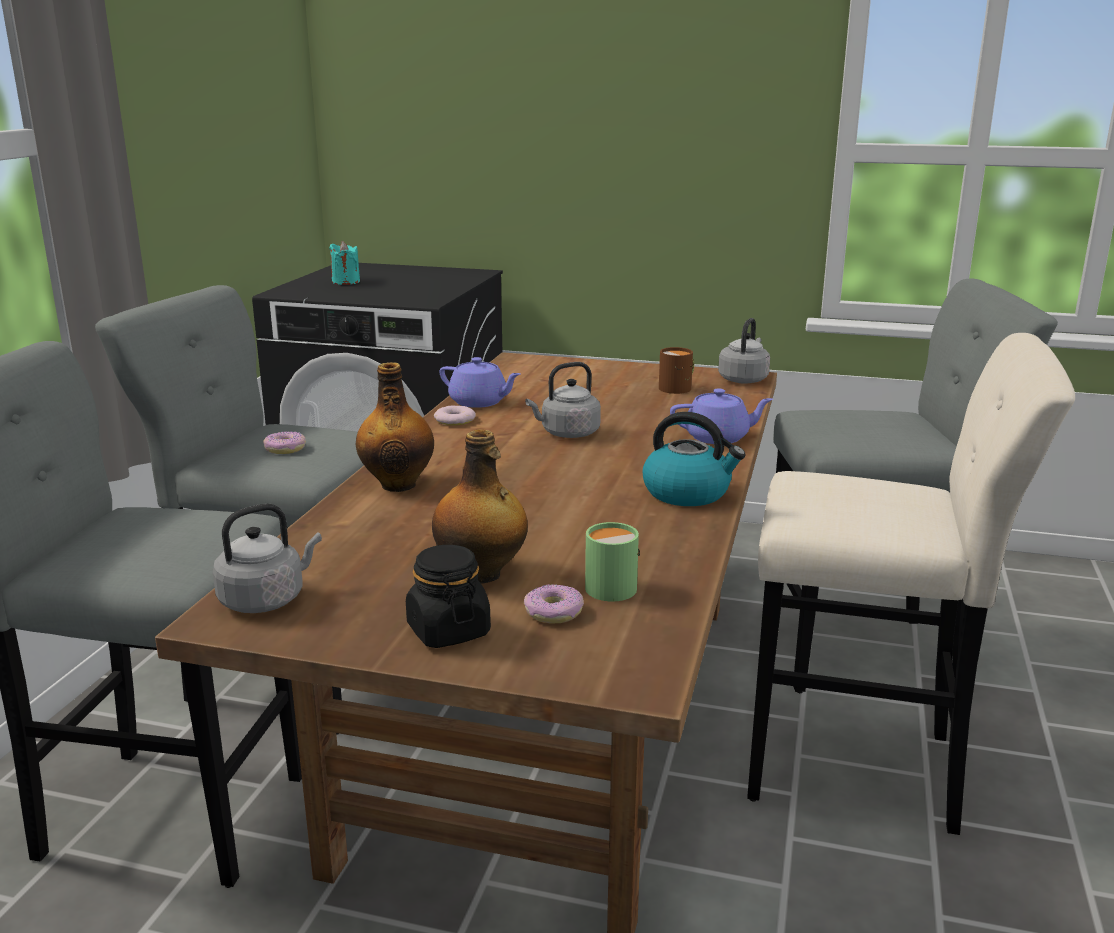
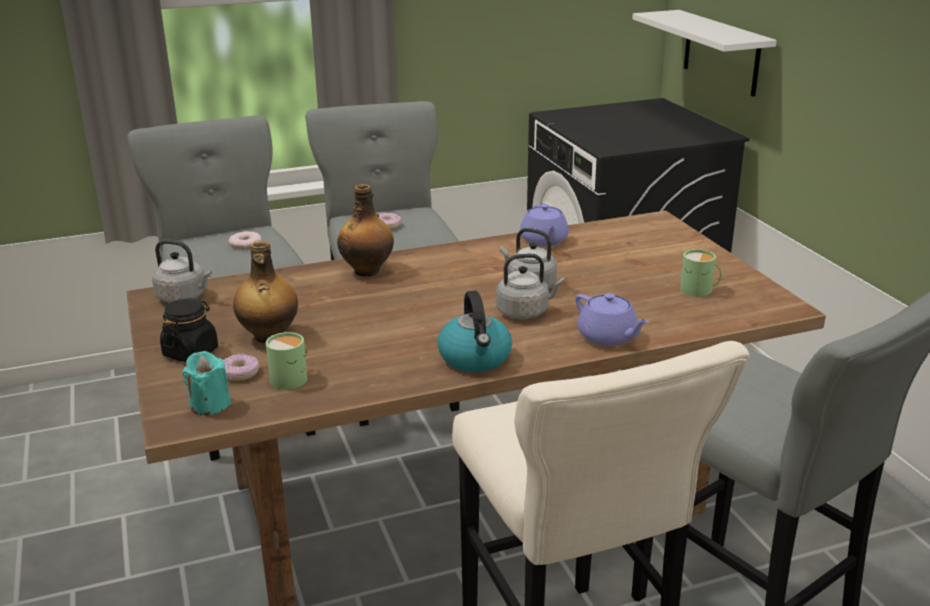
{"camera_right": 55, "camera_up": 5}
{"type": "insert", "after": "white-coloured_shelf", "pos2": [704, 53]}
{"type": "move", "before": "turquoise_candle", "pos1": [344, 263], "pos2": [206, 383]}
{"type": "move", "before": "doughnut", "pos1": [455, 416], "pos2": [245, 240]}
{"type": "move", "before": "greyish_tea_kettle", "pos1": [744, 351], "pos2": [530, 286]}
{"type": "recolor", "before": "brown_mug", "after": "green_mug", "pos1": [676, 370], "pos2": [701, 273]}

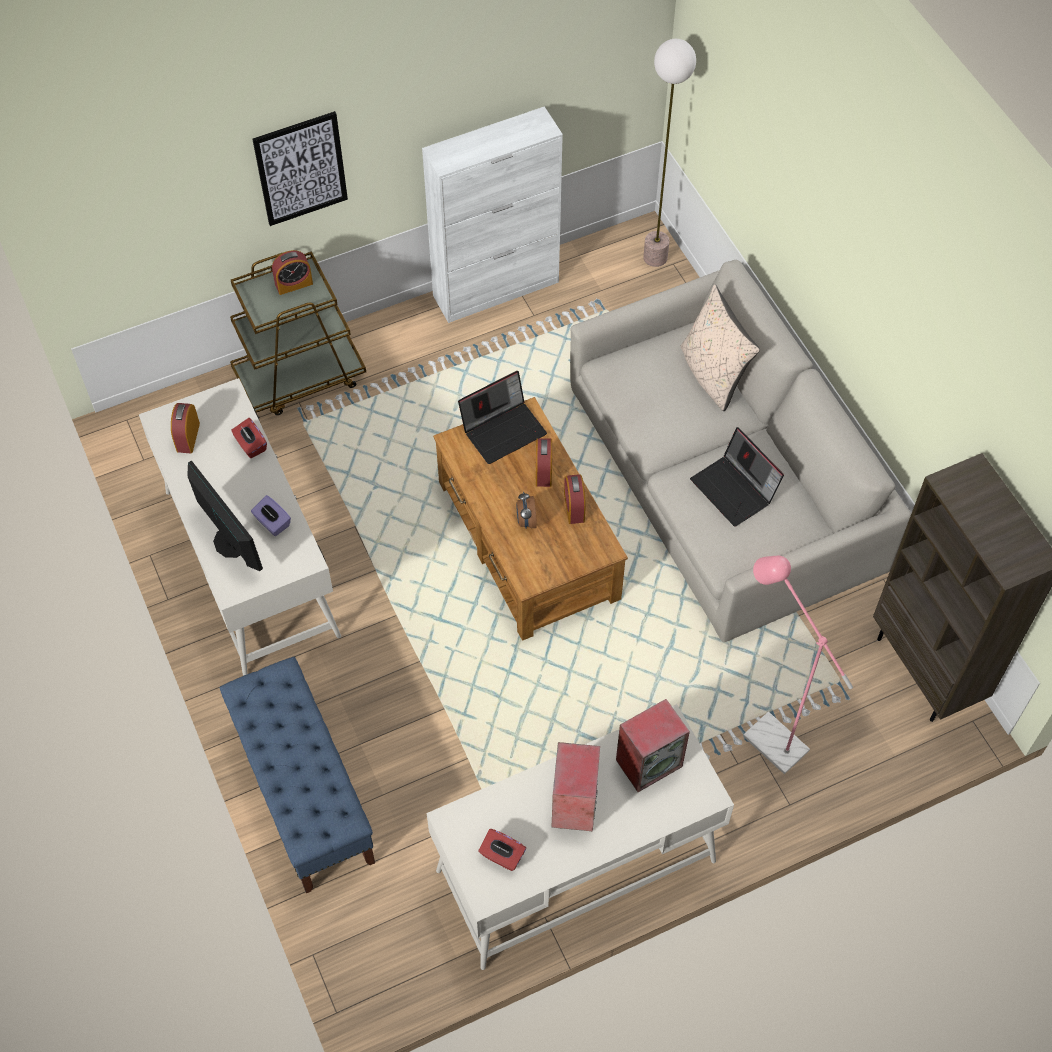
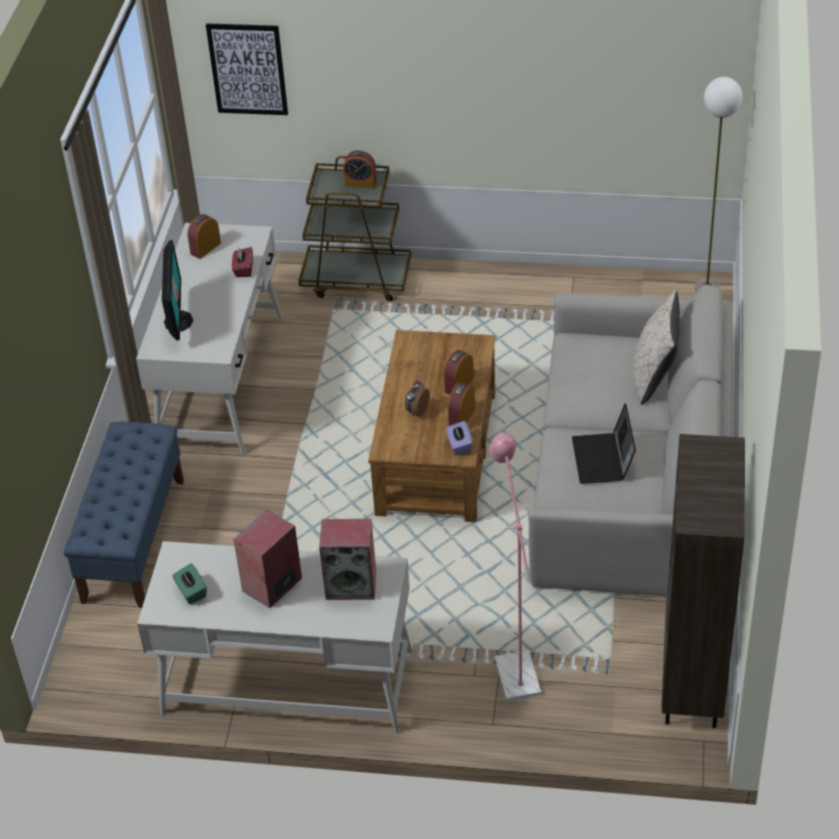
{"camera_right": 35, "camera_up": -15}
{"type": "delete", "before": "white-coloured_storage_cabinet", "pos1": [492, 214]}
{"type": "delete", "before": "laptop", "pos1": [502, 417]}
{"type": "move", "before": "purple-coloured_tissue_holder", "pos1": [271, 515], "pos2": [459, 438]}
{"type": "move", "before": "wall_art", "pos1": [300, 168], "pos2": [247, 69]}
{"type": "recolor", "before": "red_tissue_holder", "after": "green_tissue_holder", "pos1": [502, 850], "pos2": [189, 583]}

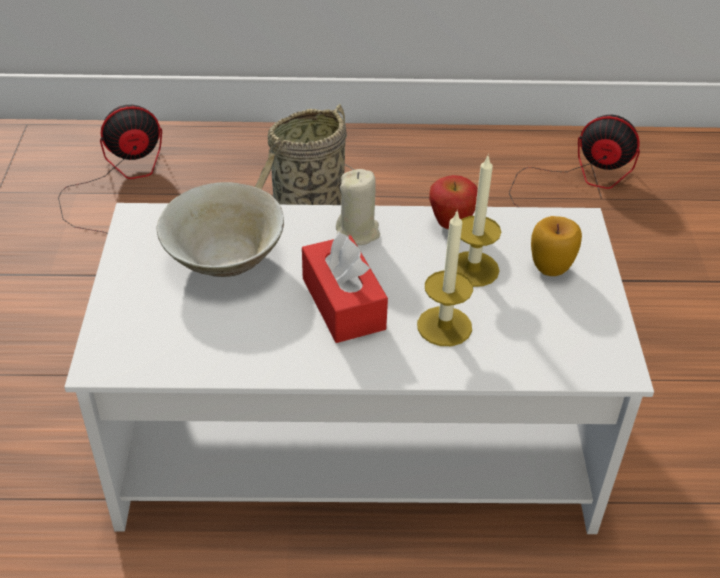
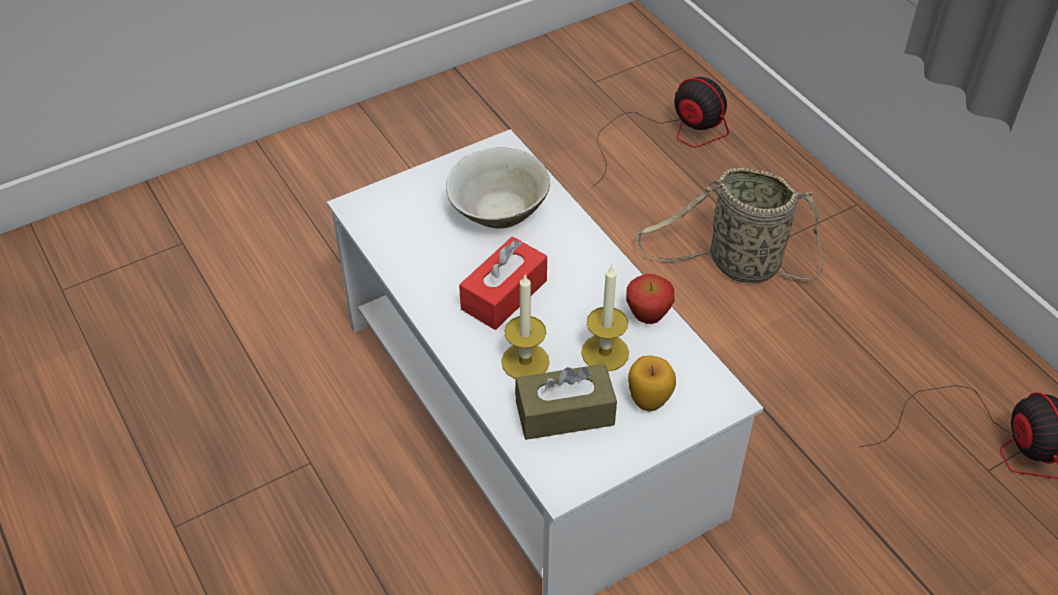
{"camera_right": 60, "camera_up": 5}
{"type": "delete", "before": "beige-coloured_candle", "pos1": [358, 207]}
{"type": "insert", "after": "brown_tissue_holder", "pos2": [566, 402]}

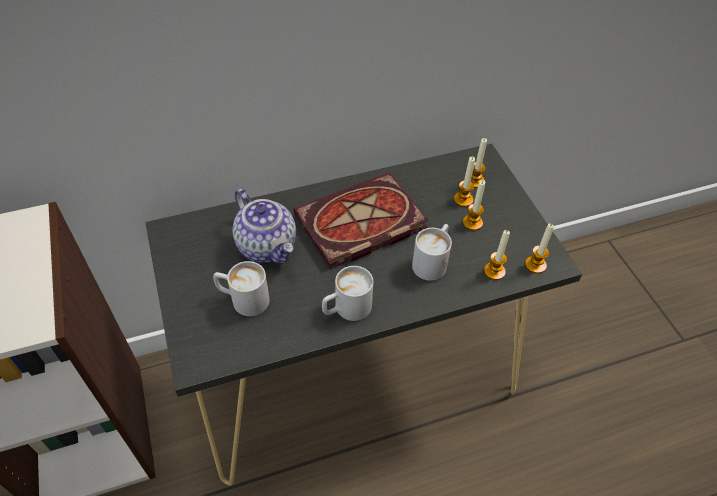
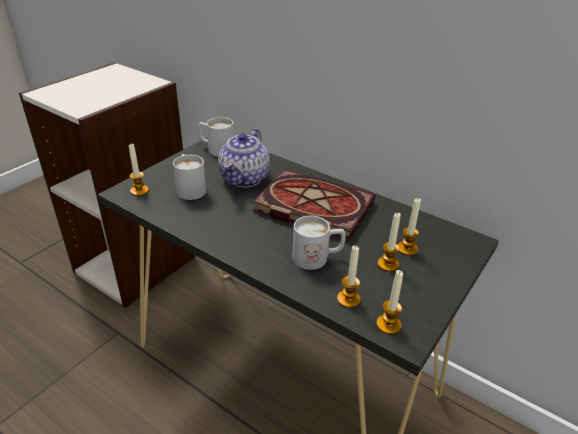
{"camera_right": 55, "camera_up": -15}
{"type": "move", "before": "white-coloured_mug", "pos1": [347, 293], "pos2": [216, 137]}
{"type": "move", "before": "candle", "pos1": [479, 163], "pos2": [139, 170]}

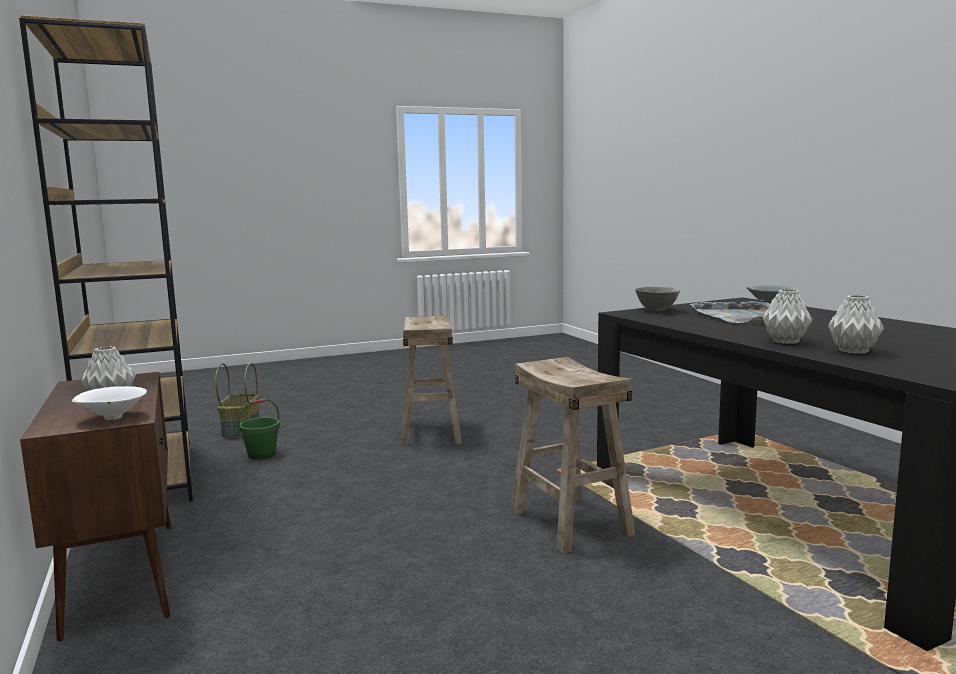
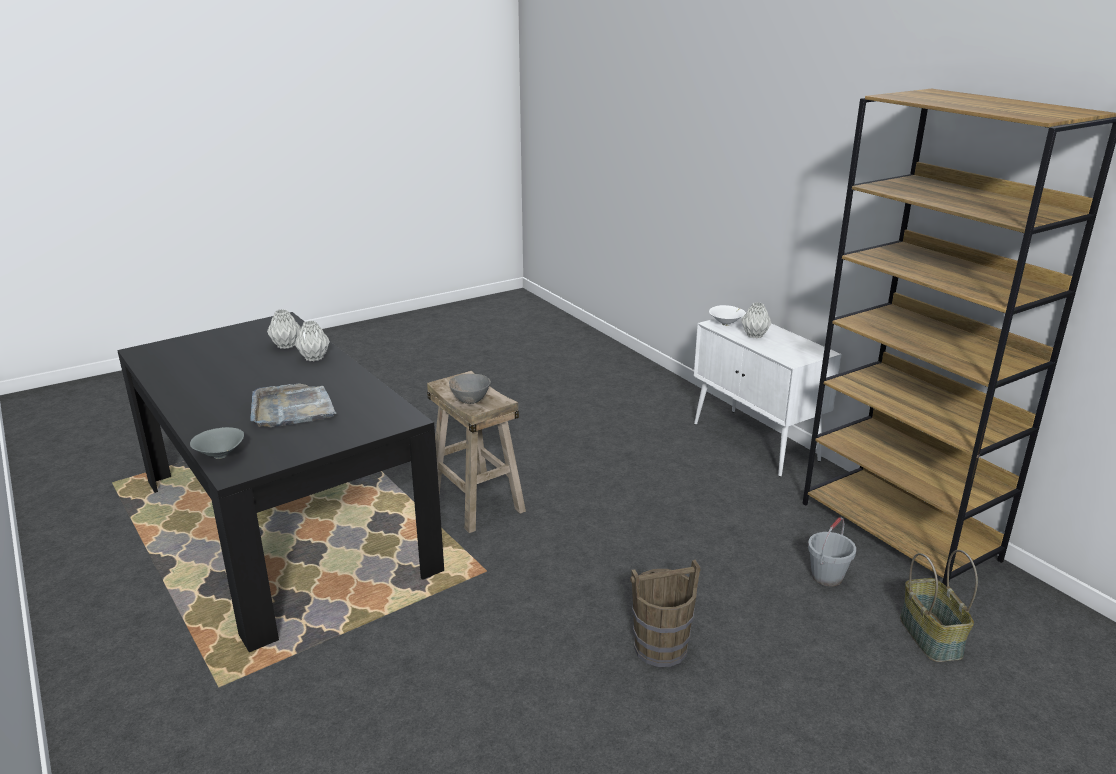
{"camera_right": 170, "camera_up": 15}
{"type": "move", "before": "greyish_deep_dish", "pos1": [657, 299], "pos2": [470, 389]}
{"type": "replace", "before": "beige-coloured_sitting_stool", "after": "brown_water_bucket", "pos1": [431, 381], "pos2": [665, 613]}
{"type": "recolor", "before": "brown_storage_cabinet", "after": "white-coloured_storage_cabinet", "pos1": [95, 506], "pos2": [767, 394]}
{"type": "recolor", "before": "green_water_bucket", "after": "greyish_water_bucket", "pos1": [259, 429], "pos2": [832, 552]}

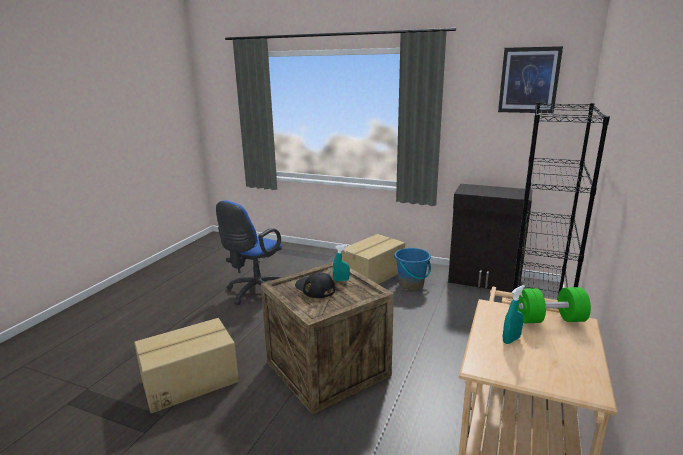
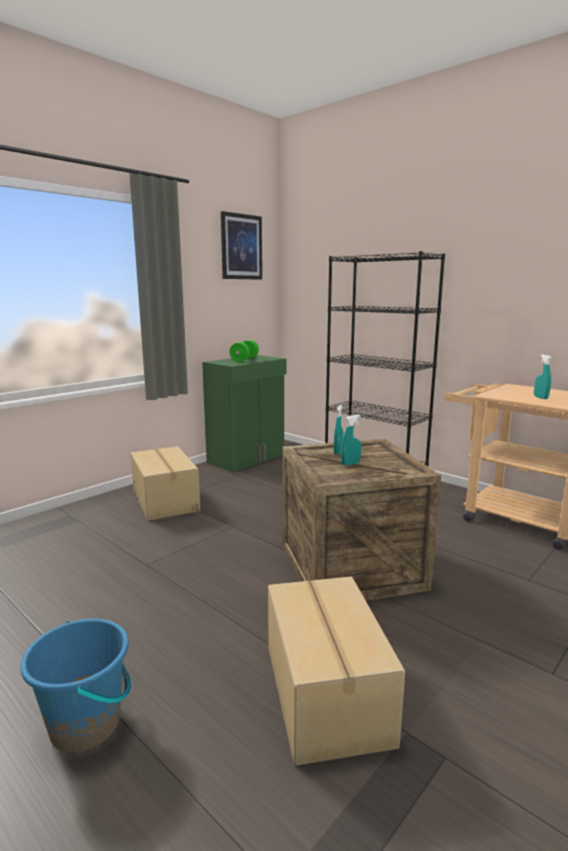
{"camera_right": -70, "camera_up": -5}
{"type": "delete", "before": "bluish_computer_chair", "pos1": [250, 253]}
{"type": "move", "before": "bluish_water_bucket", "pos1": [412, 269], "pos2": [75, 686]}
{"type": "move", "before": "green_free_weight", "pos1": [554, 305], "pos2": [244, 351]}
{"type": "replace", "before": "black-coloured_peaked_cap", "after": "turquoise_hand_sprayer", "pos1": [315, 285], "pos2": [351, 440]}
{"type": "recolor", "before": "black-coloured_storage_cabinet", "after": "green_storage_cabinet", "pos1": [490, 238], "pos2": [244, 413]}

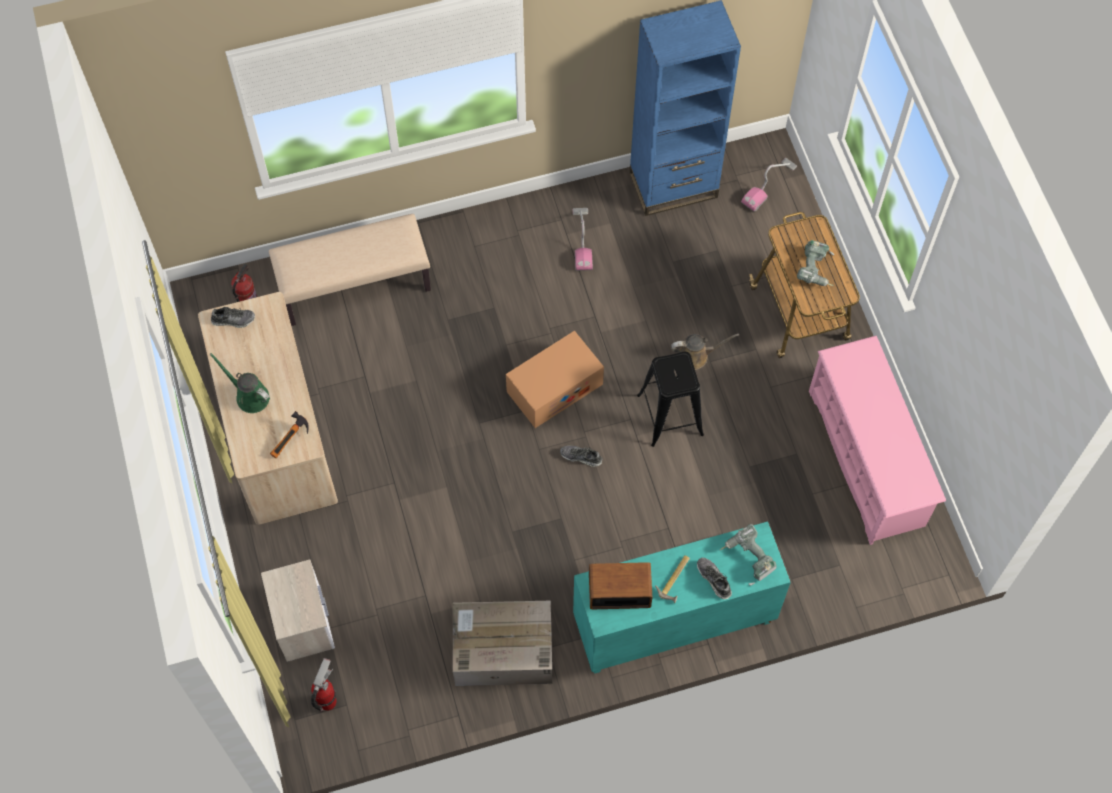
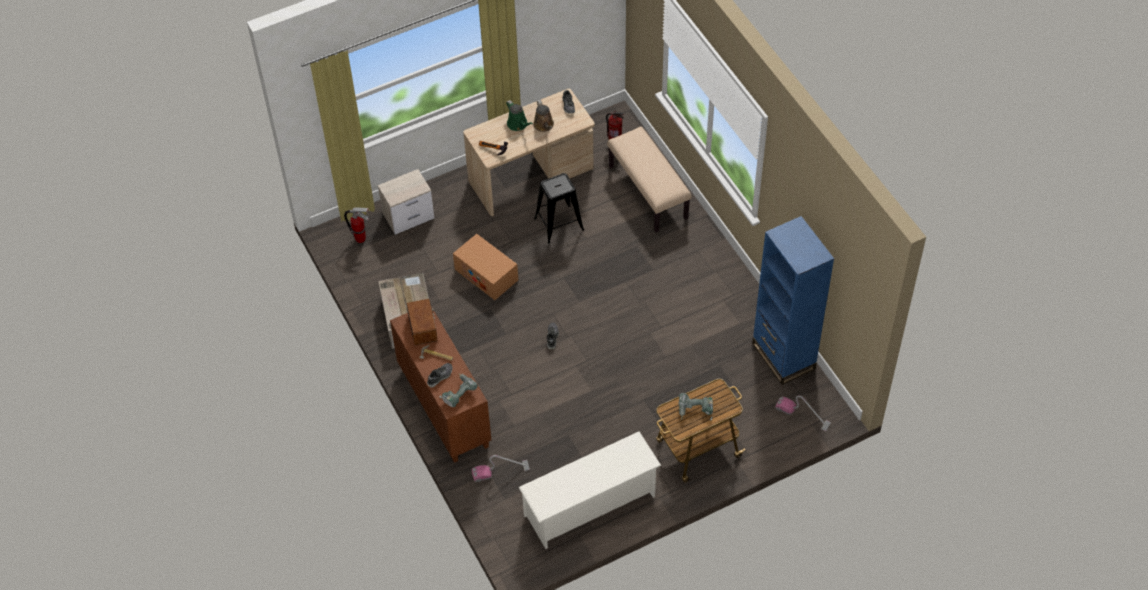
{"camera_right": 80, "camera_up": -10}
{"type": "move", "before": "carton", "pos1": [555, 379], "pos2": [485, 267]}
{"type": "move", "before": "vacuum_cleaner", "pos1": [583, 239], "pos2": [501, 468]}
{"type": "move", "before": "black-coloured_sitting_stool", "pos1": [670, 399], "pos2": [559, 208]}
{"type": "move", "before": "brown_sprinkling_can", "pos1": [705, 352], "pos2": [543, 116]}
{"type": "recolor", "before": "turquoise_storage_cabinet", "after": "brown_storage_cabinet", "pos1": [682, 597], "pos2": [440, 384]}
{"type": "recolor", "before": "pinkish_shoe_shelf", "after": "white-coloured_shoe_shelf", "pos1": [877, 440], "pos2": [590, 490]}
{"type": "rotate", "before": "green_sprinkling_can", "pos1": [239, 383], "pos2": [519, 115], "turn": 120}

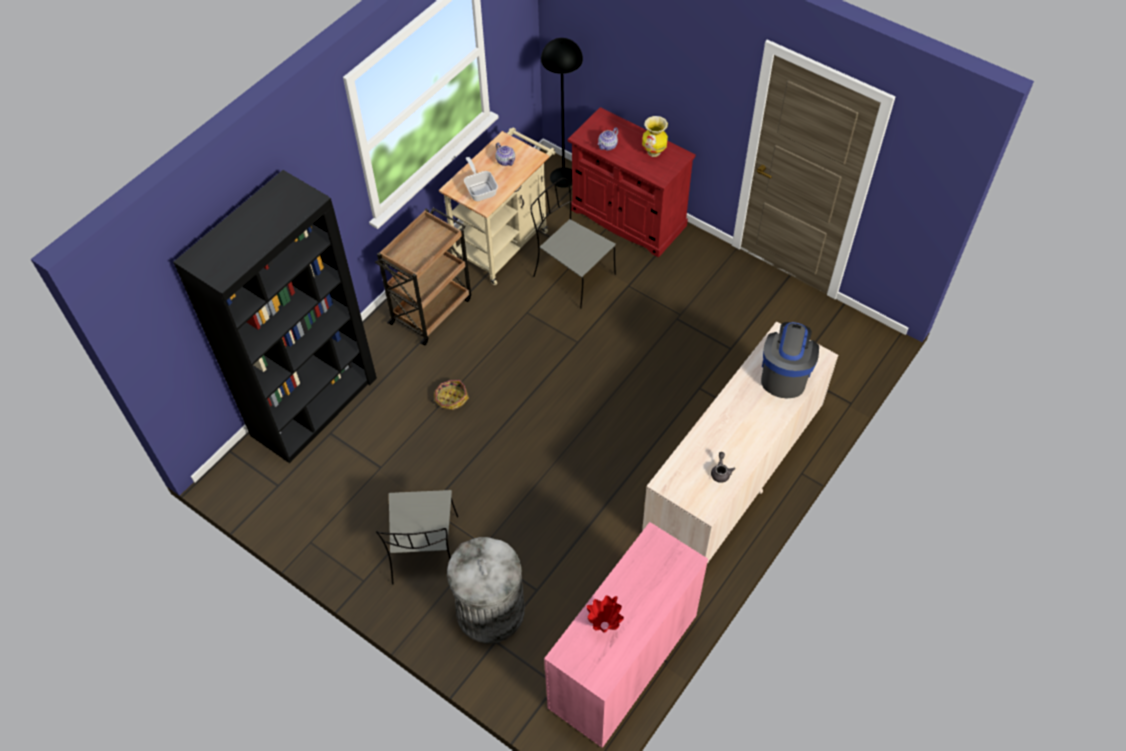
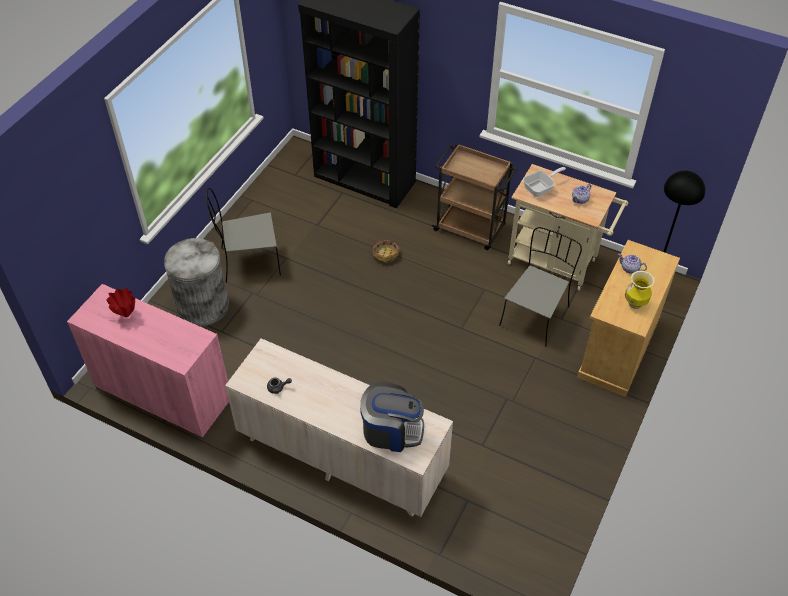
{"camera_right": 80, "camera_up": -5}
{"type": "recolor", "before": "red_storage_cabinet", "after": "beige-coloured_storage_cabinet", "pos1": [631, 182], "pos2": [628, 318]}

